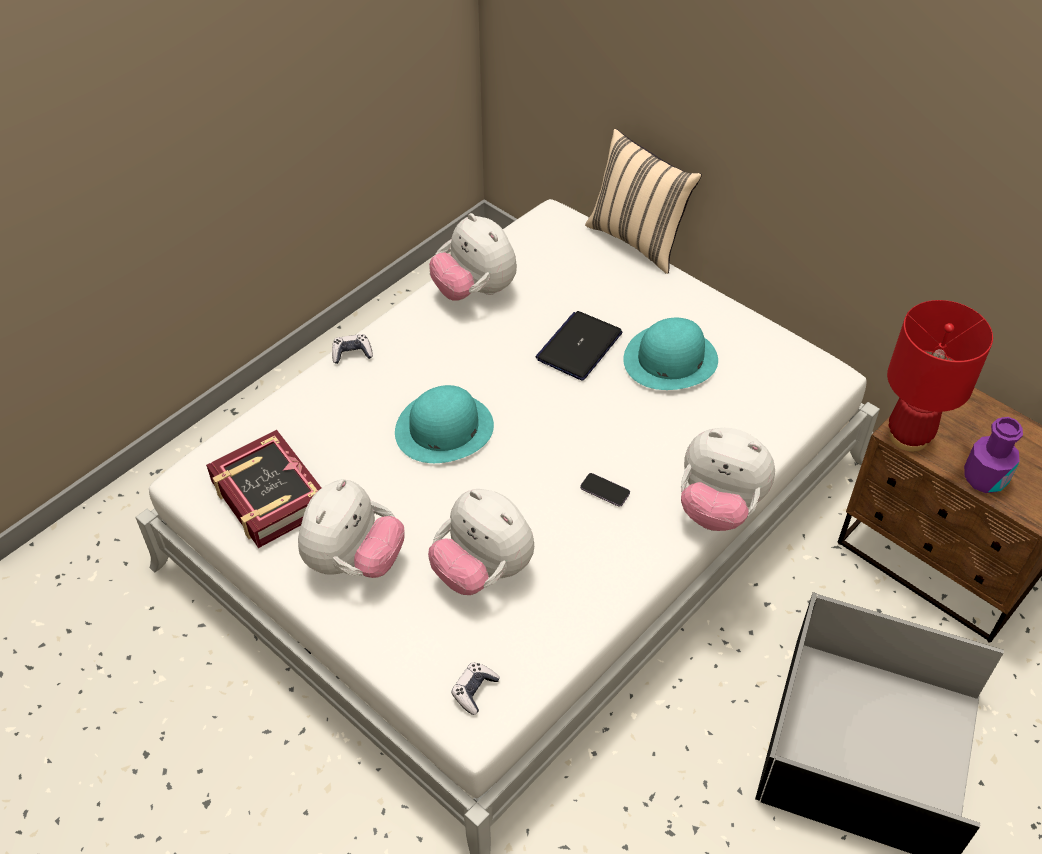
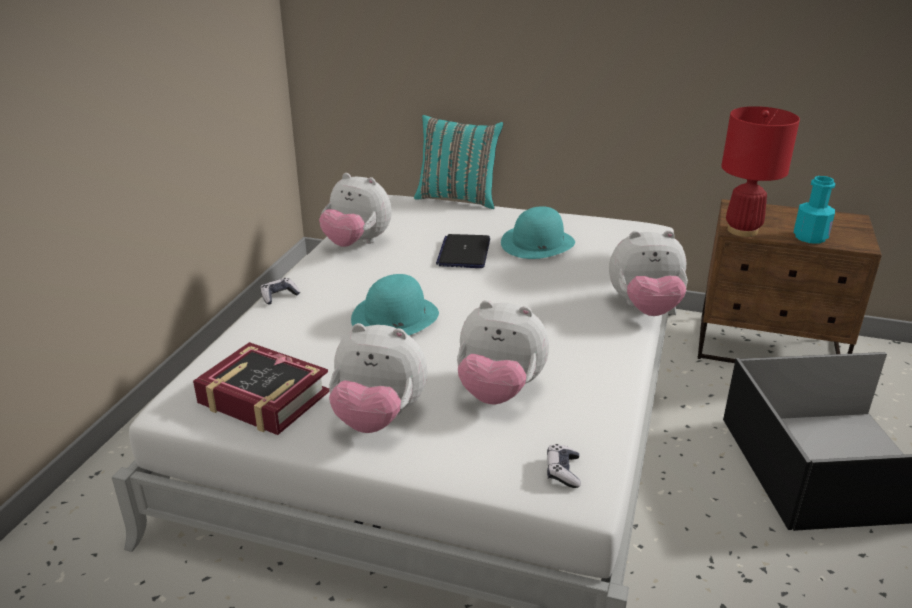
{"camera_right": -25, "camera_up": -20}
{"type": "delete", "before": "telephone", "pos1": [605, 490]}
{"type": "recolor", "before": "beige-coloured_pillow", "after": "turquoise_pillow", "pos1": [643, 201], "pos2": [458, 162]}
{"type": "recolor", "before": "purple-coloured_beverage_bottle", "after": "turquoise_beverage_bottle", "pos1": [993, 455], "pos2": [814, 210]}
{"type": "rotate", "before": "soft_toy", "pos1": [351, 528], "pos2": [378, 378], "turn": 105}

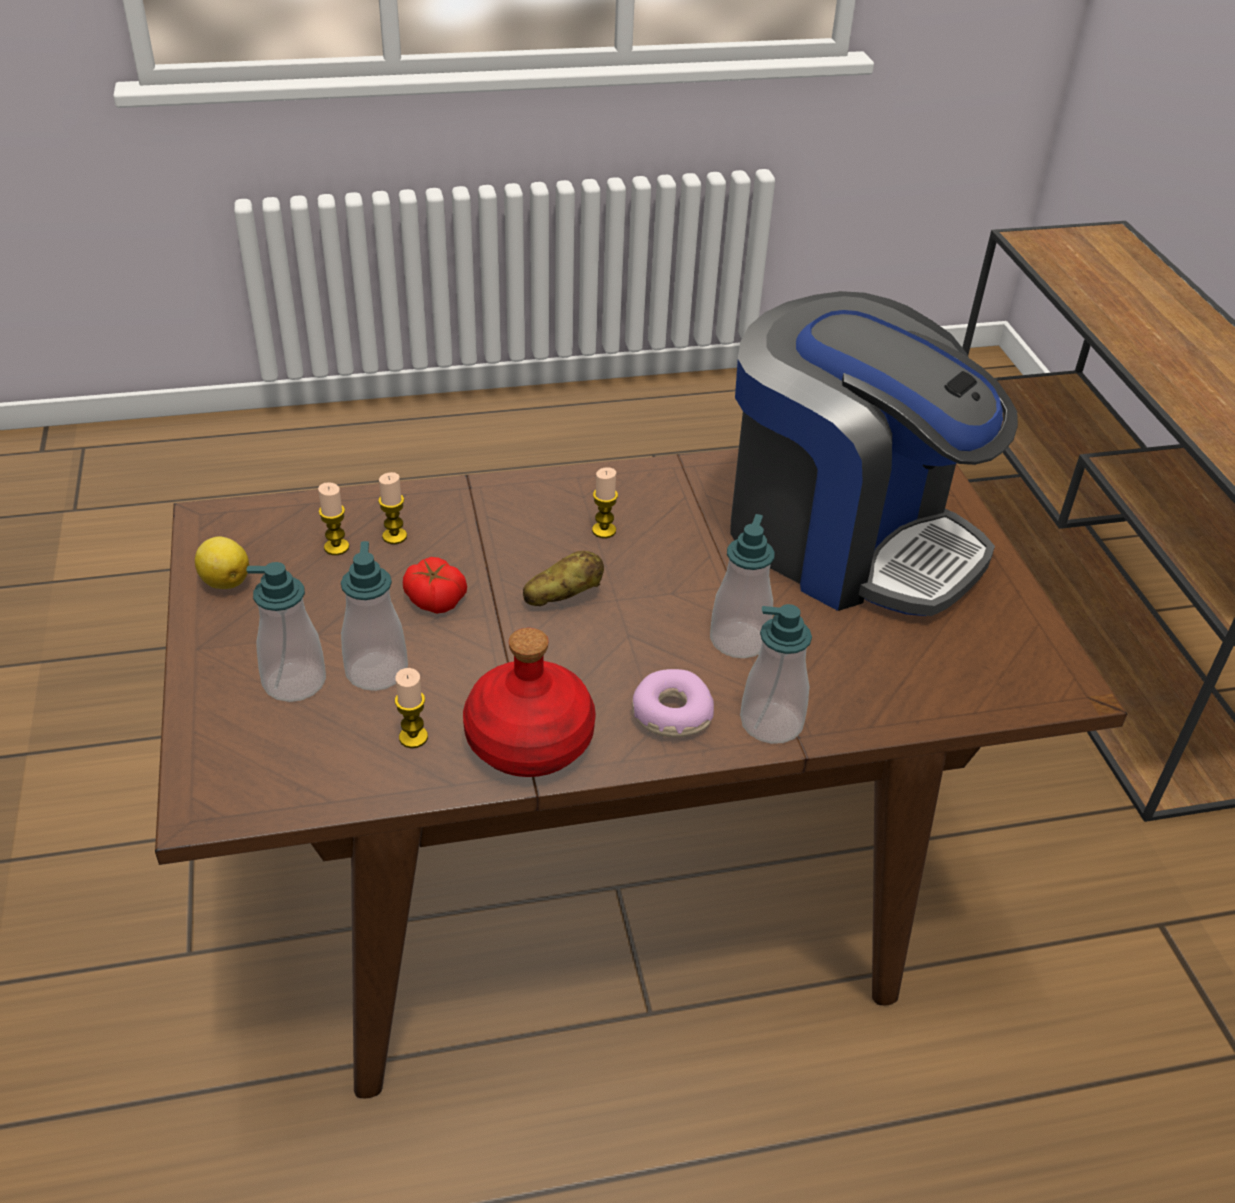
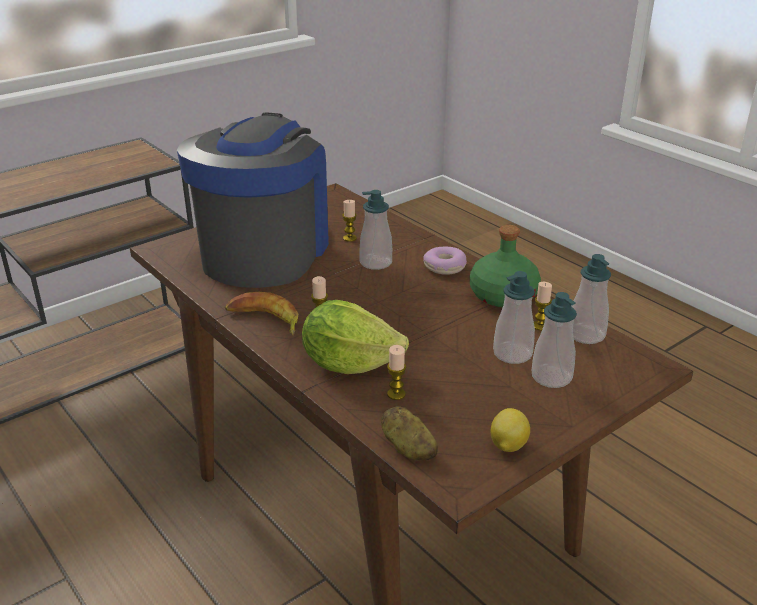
{"camera_right": -115, "camera_up": -10}
{"type": "delete", "before": "tomato", "pos1": [435, 585]}
{"type": "insert", "after": "banana_fruit", "pos2": [261, 314]}
{"type": "insert", "after": "lettuce", "pos2": [355, 337]}
{"type": "move", "before": "candle", "pos1": [333, 518], "pos2": [349, 221]}
{"type": "move", "before": "spud", "pos1": [563, 578], "pos2": [409, 433]}
{"type": "move", "before": "liquid_soap_bottle", "pos1": [776, 674], "pos2": [591, 299]}
{"type": "recolor", "before": "red_beverage_bottle", "after": "green_beverage_bottle", "pos1": [529, 702], "pos2": [505, 266]}

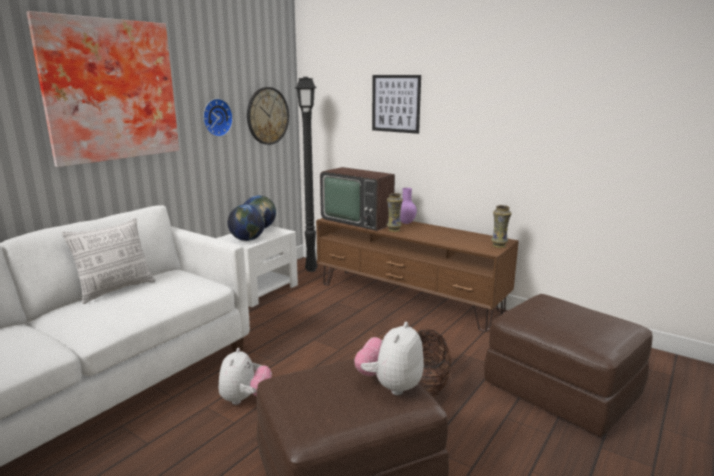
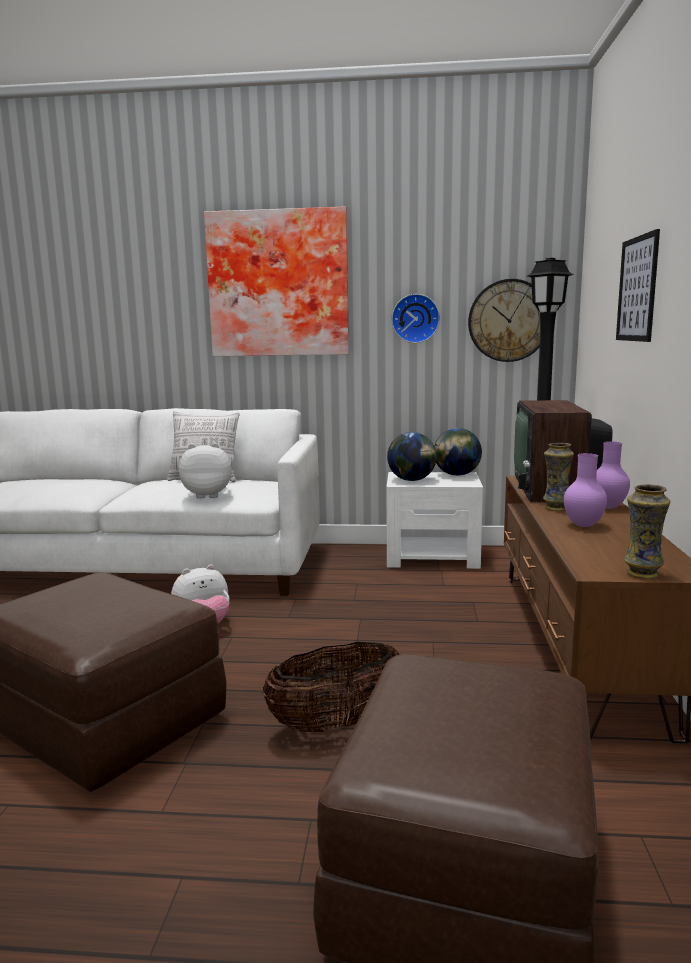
{"camera_right": 60, "camera_up": -5}
{"type": "insert", "after": "purple-coloured_vase", "pos2": [585, 490]}
{"type": "move", "before": "soft_toy", "pos1": [389, 358], "pos2": [205, 471]}

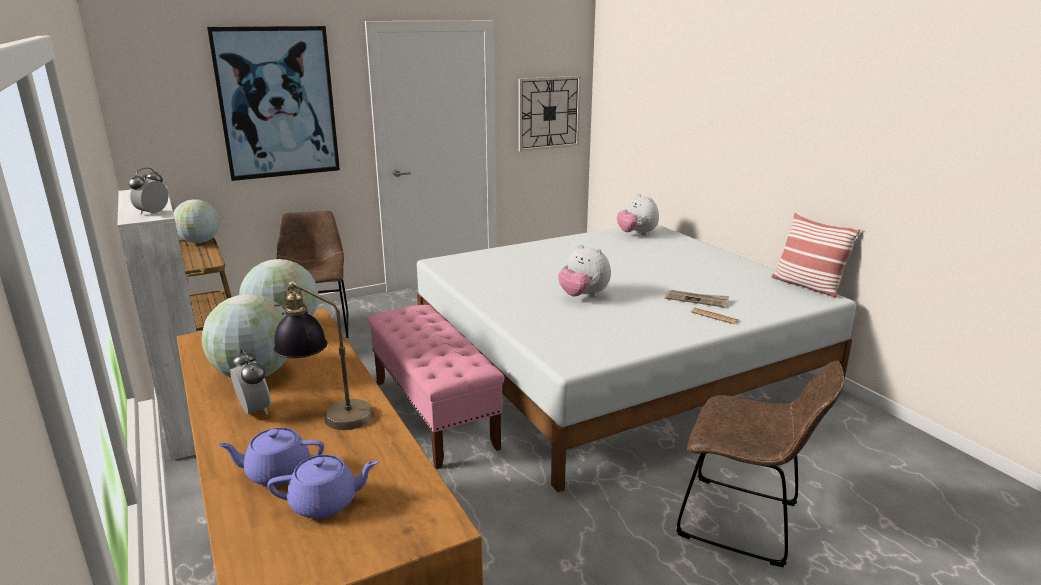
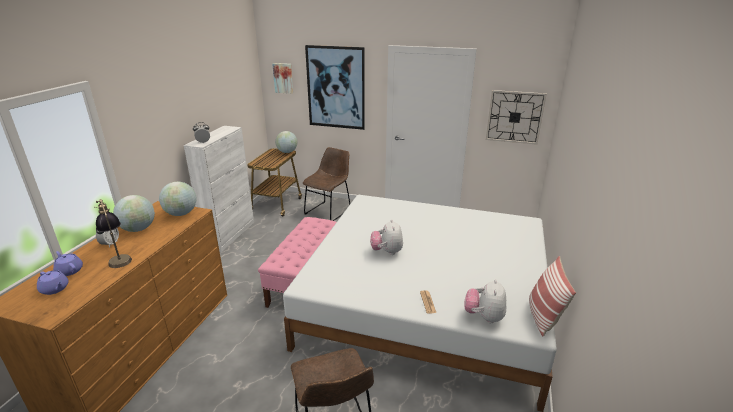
{"camera_right": 45, "camera_up": 5}
{"type": "delete", "before": "printed_paper", "pos1": [697, 298]}
{"type": "insert", "after": "wall_art", "pos2": [282, 78]}
{"type": "move", "before": "soft_toy", "pos1": [638, 215], "pos2": [485, 301]}

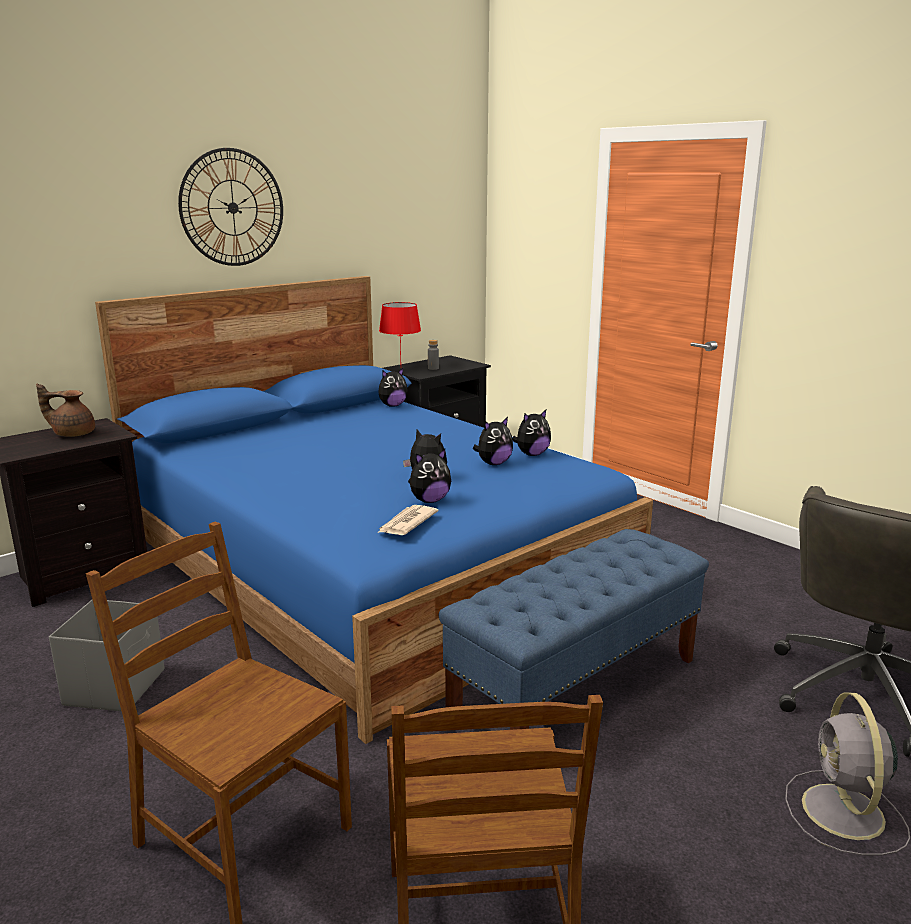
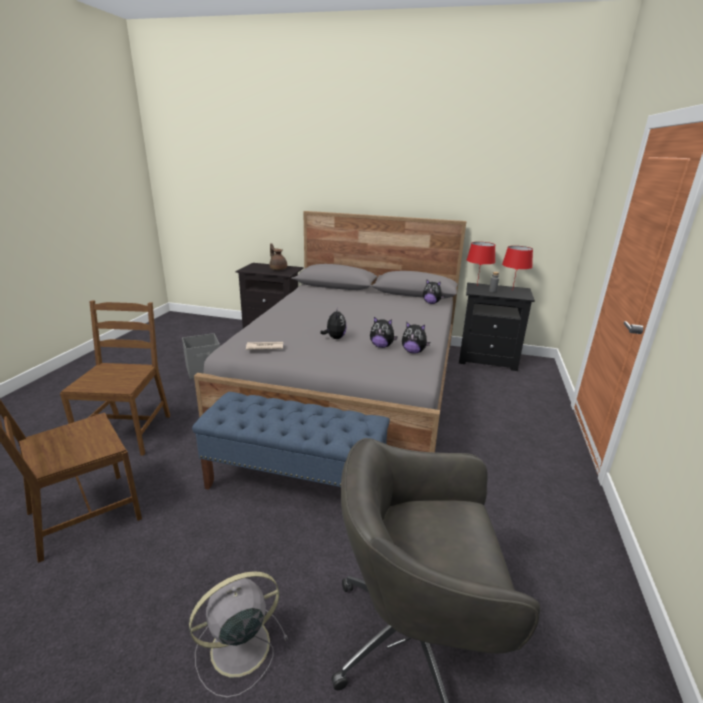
{"camera_right": 55, "camera_up": 5}
{"type": "delete", "before": "hanging_clock", "pos1": [230, 207]}
{"type": "delete", "before": "soft_toy", "pos1": [429, 476]}
{"type": "insert", "after": "red_table_lamp", "pos2": [517, 268]}
{"type": "recolor", "before": "bluish_bed", "after": "greyish_bed", "pos1": [374, 510], "pos2": [330, 331]}

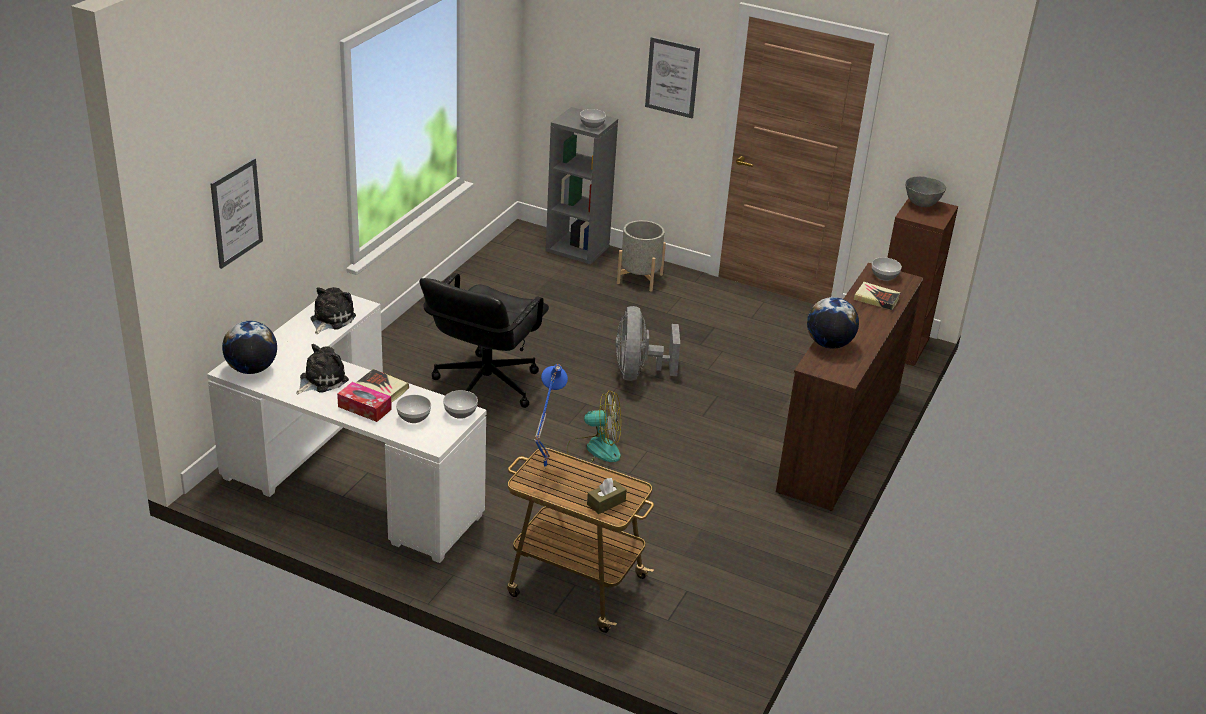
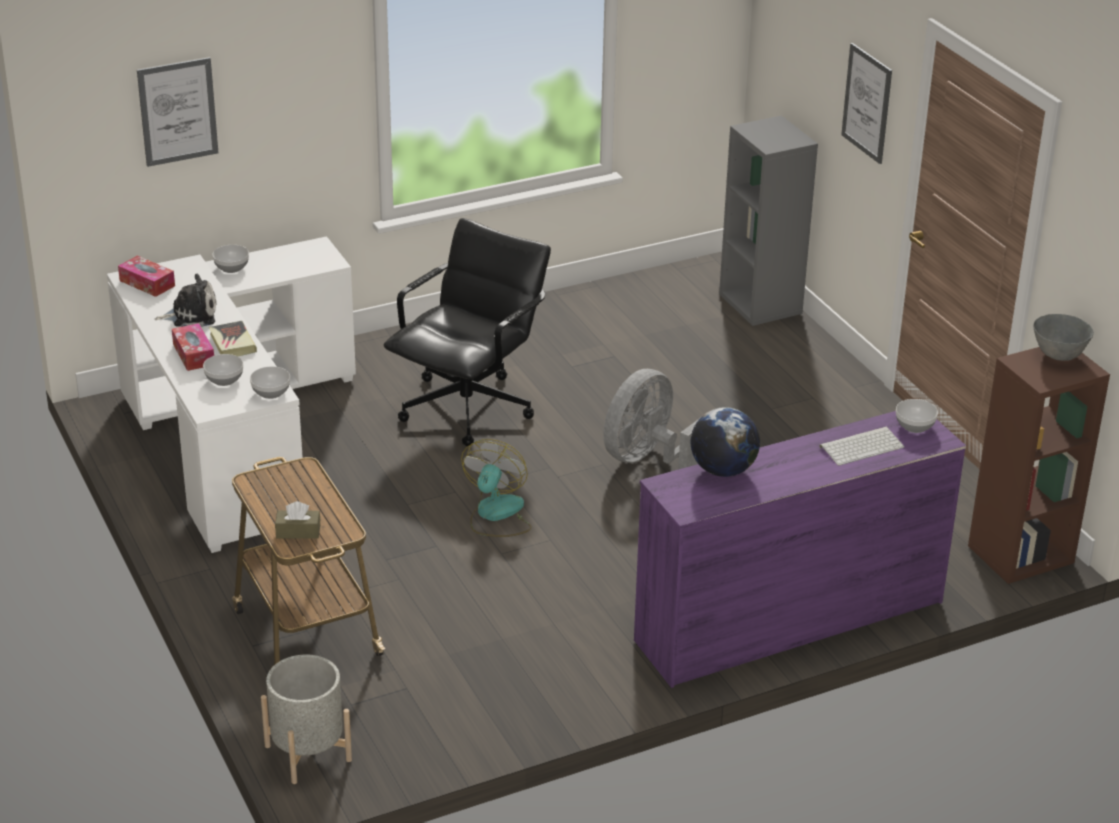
{"camera_right": 40, "camera_up": 0}
{"type": "delete", "before": "soft_toy", "pos1": [333, 310]}
{"type": "delete", "before": "bluish_table_lamp", "pos1": [551, 416]}
{"type": "move", "before": "deep_dish", "pos1": [593, 118], "pos2": [230, 259]}
{"type": "move", "before": "greyish_flower_pot", "pos1": [641, 256], "pos2": [306, 719]}
{"type": "replace", "before": "desk_globe", "after": "tissue_holder", "pos1": [249, 347], "pos2": [146, 276]}
{"type": "replace", "before": "bound_book", "after": "keyboard", "pos1": [876, 296], "pos2": [861, 446]}
{"type": "recolor", "before": "brown_drawer_chest", "after": "purple-coloured_drawer_chest", "pos1": [849, 387], "pos2": [800, 549]}
{"type": "rotate", "before": "black-coloured_computer_chair", "pos1": [484, 340], "pos2": [467, 332], "turn": 150}
{"type": "rotate", "before": "fan", "pos1": [594, 427], "pos2": [496, 488], "turn": -120}

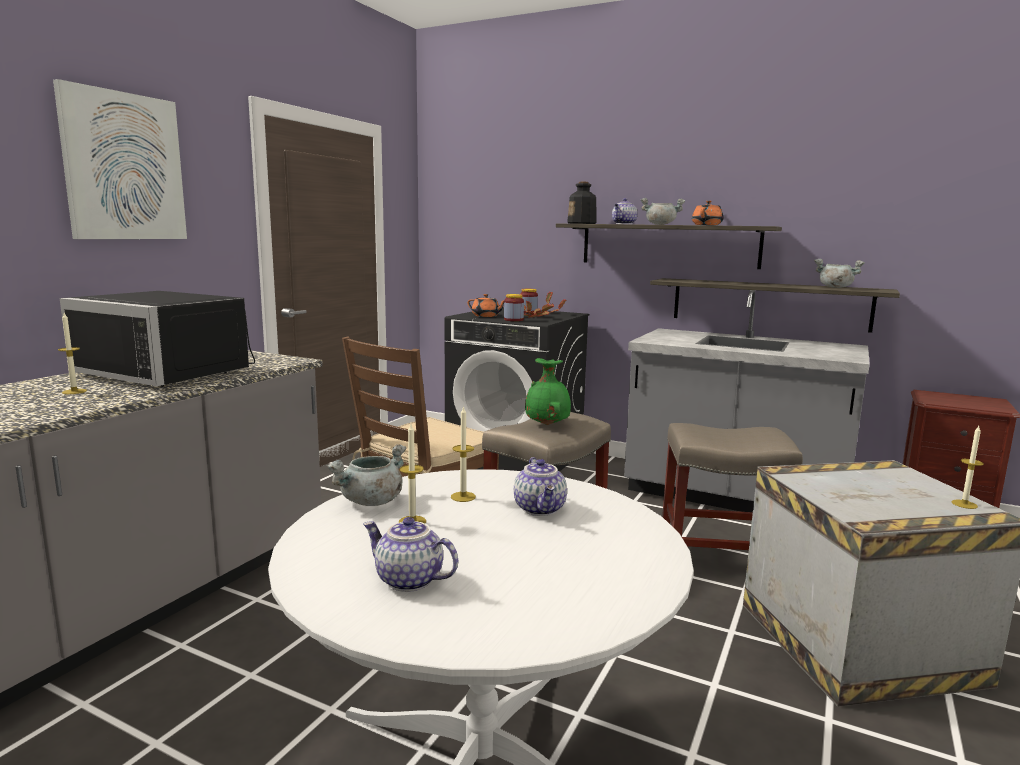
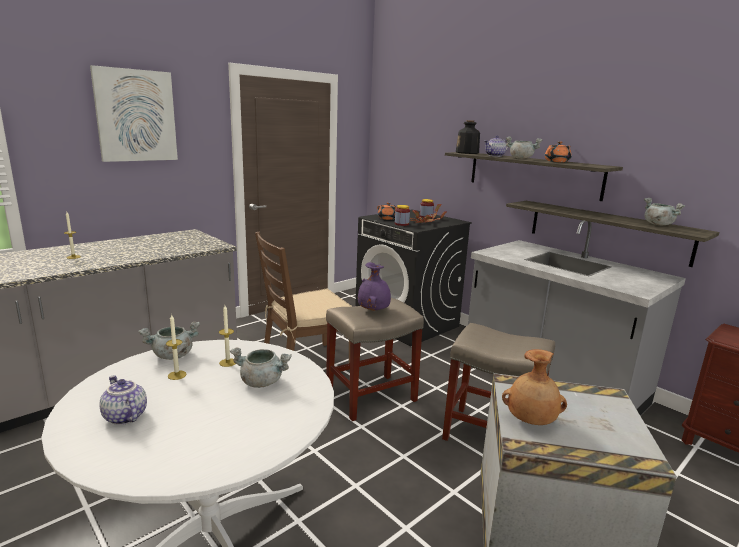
{"camera_right": 20, "camera_up": 5}
{"type": "delete", "before": "black-coloured_microwave_oven", "pos1": [157, 339]}
{"type": "delete", "before": "candle", "pos1": [968, 467]}
{"type": "insert", "after": "brown_vase", "pos2": [534, 387]}
{"type": "replace", "before": "pot_for_tea", "after": "greyish_saucepot", "pos1": [540, 486], "pos2": [261, 368]}
{"type": "recolor", "before": "green_vase", "after": "purple-coloured_vase", "pos1": [548, 391], "pos2": [374, 286]}

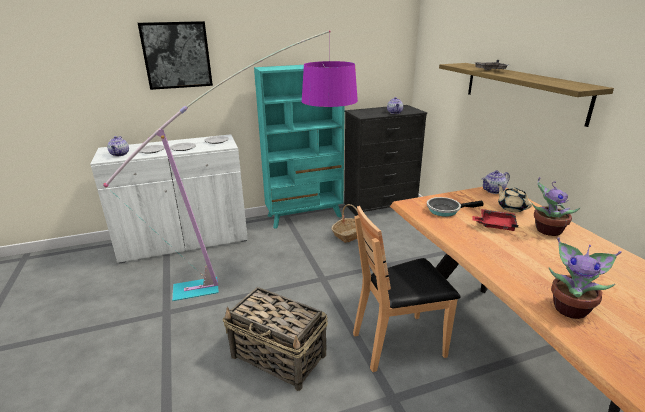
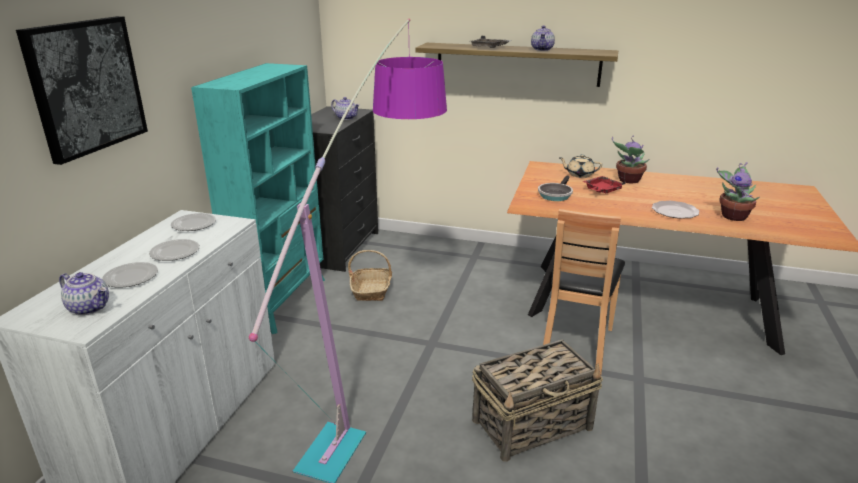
{"camera_right": -55, "camera_up": 0}
{"type": "insert", "after": "flat_dish", "pos2": [676, 210]}
{"type": "move", "before": "pot_for_tea", "pos1": [496, 182], "pos2": [543, 38]}

